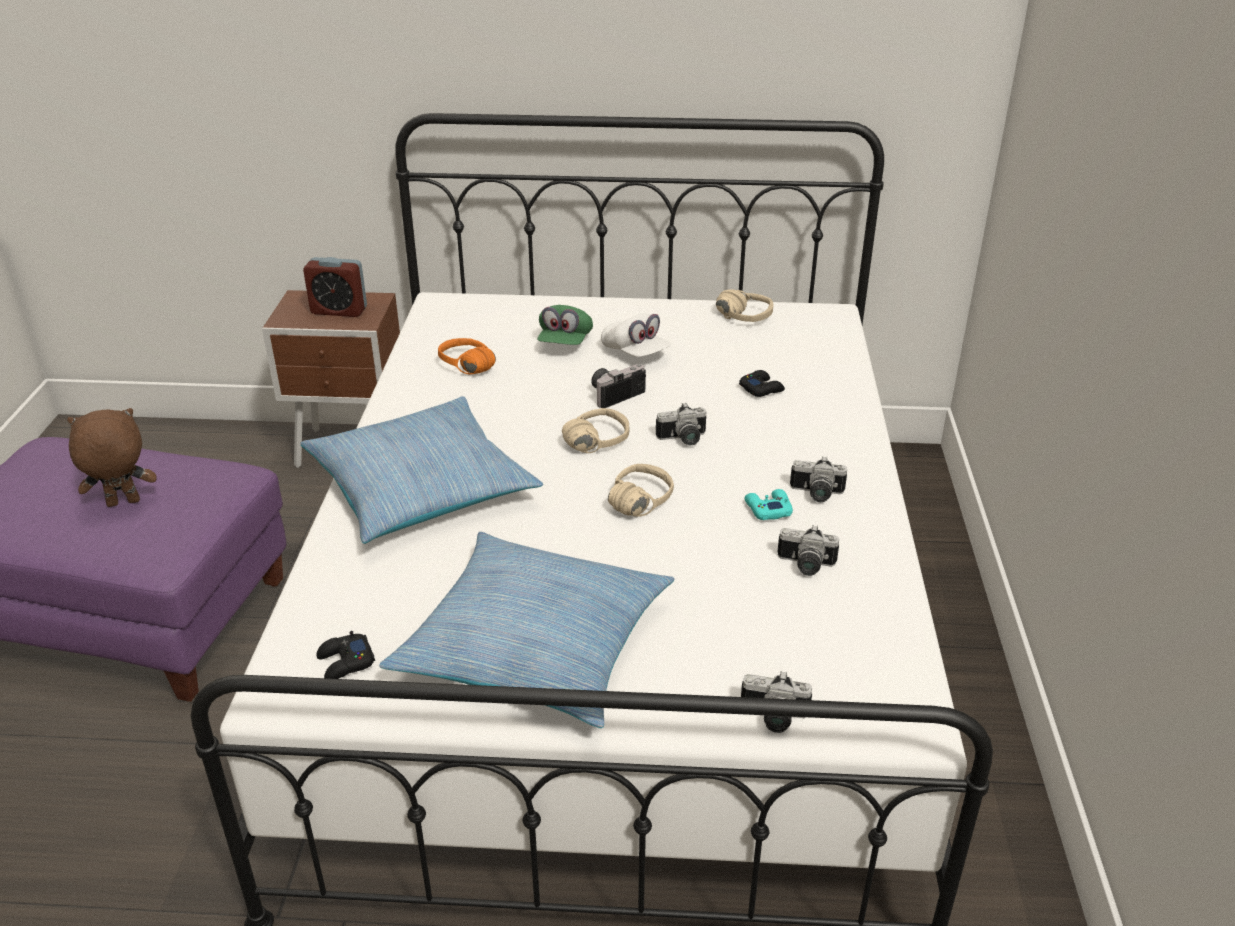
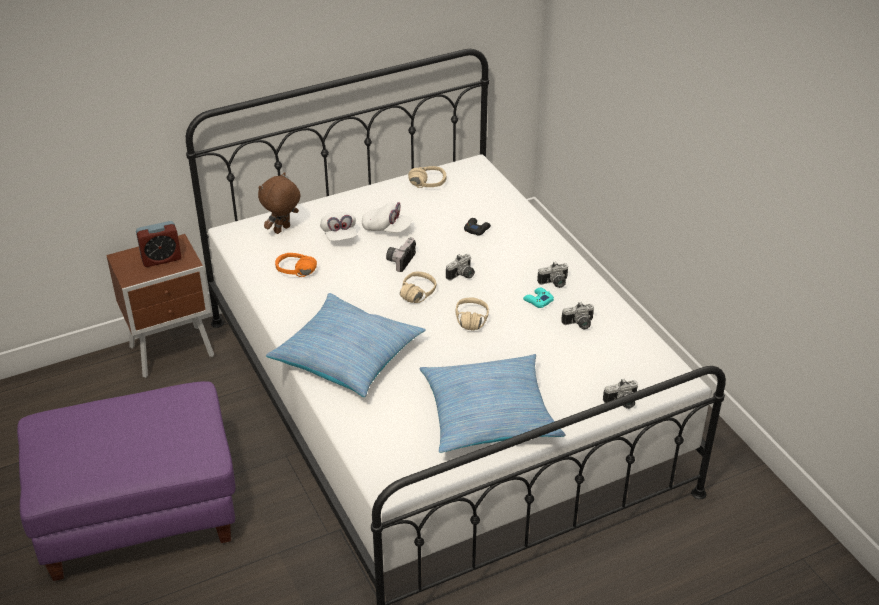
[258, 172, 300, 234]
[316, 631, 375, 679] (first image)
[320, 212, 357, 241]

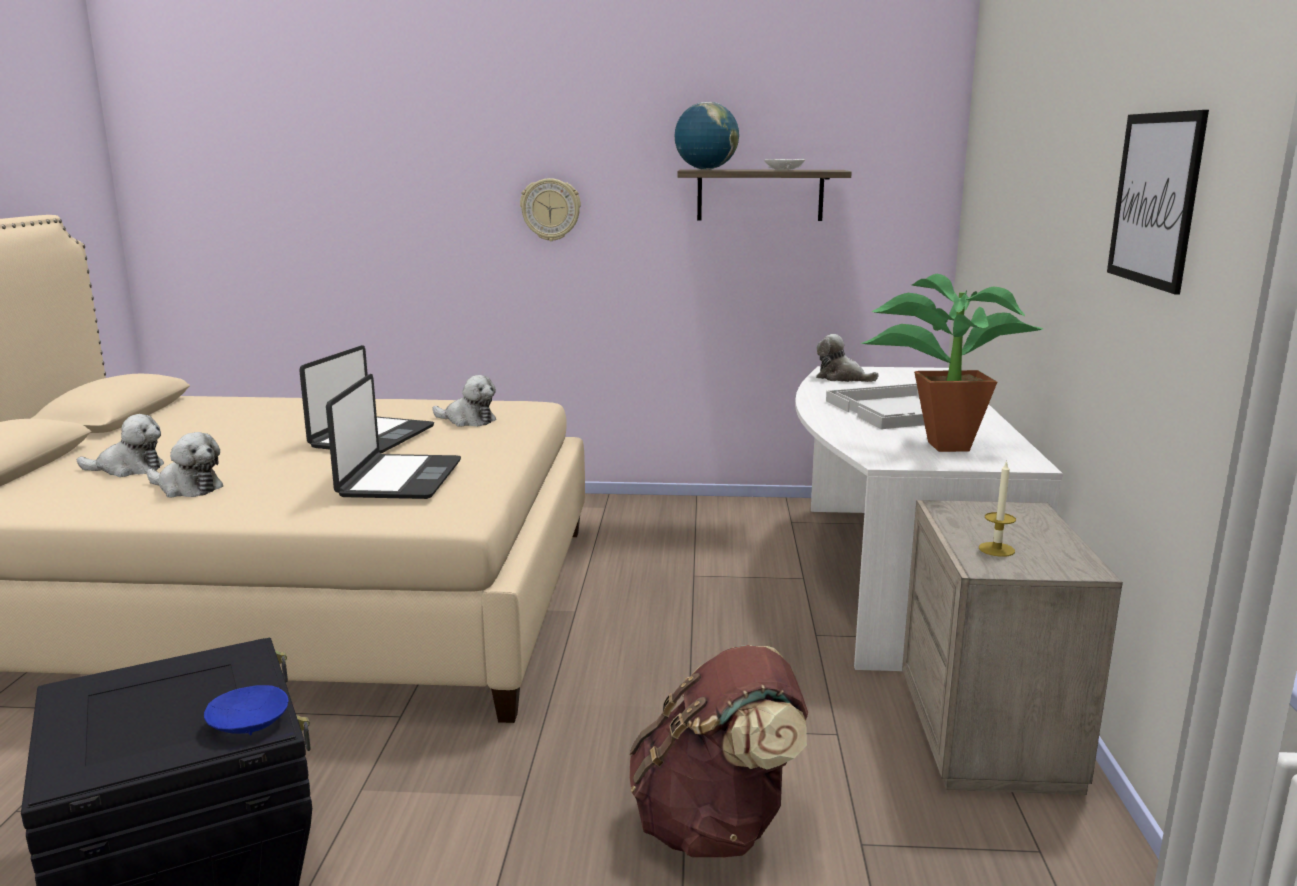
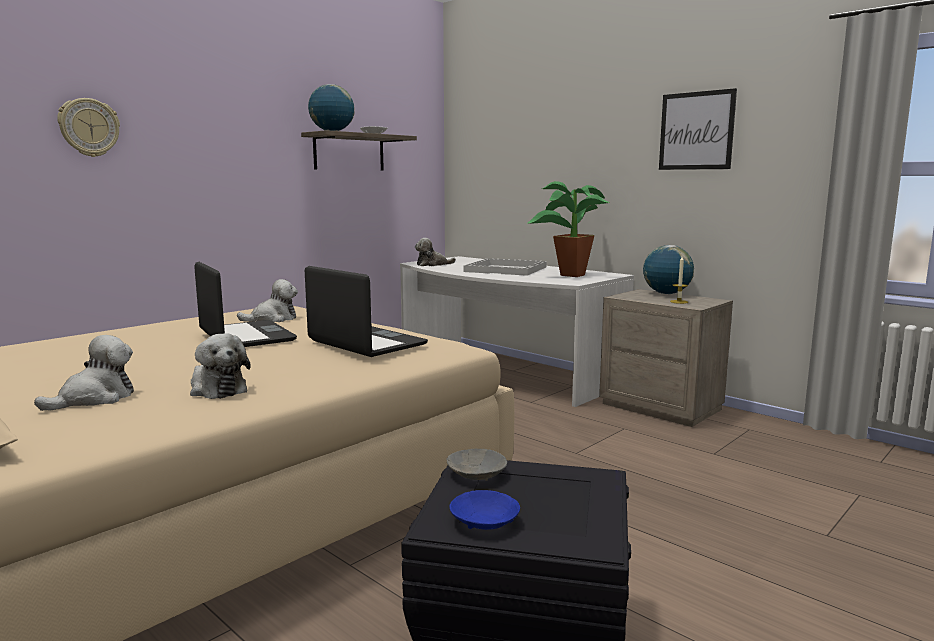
[190, 334, 251, 399]
[449, 490, 520, 530]
[57, 98, 120, 157]
[629, 645, 808, 858] (first image)
[447, 449, 507, 481]
[643, 245, 694, 294]

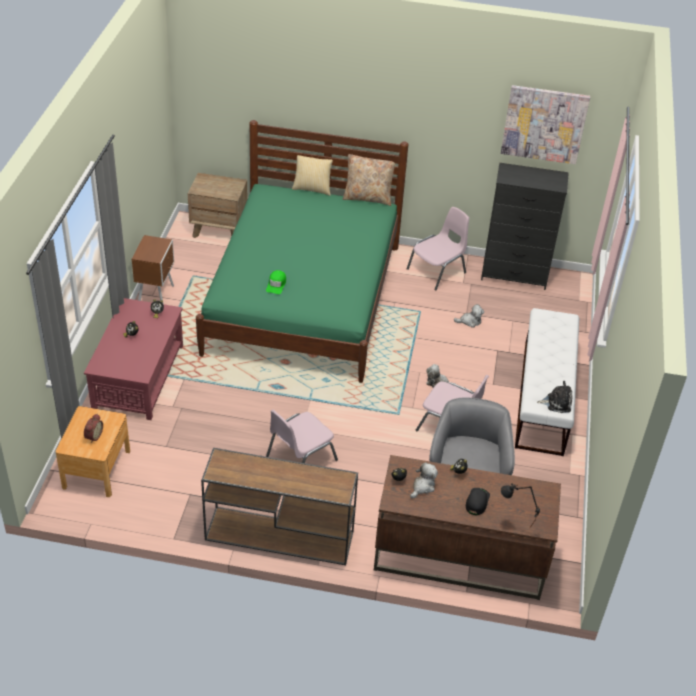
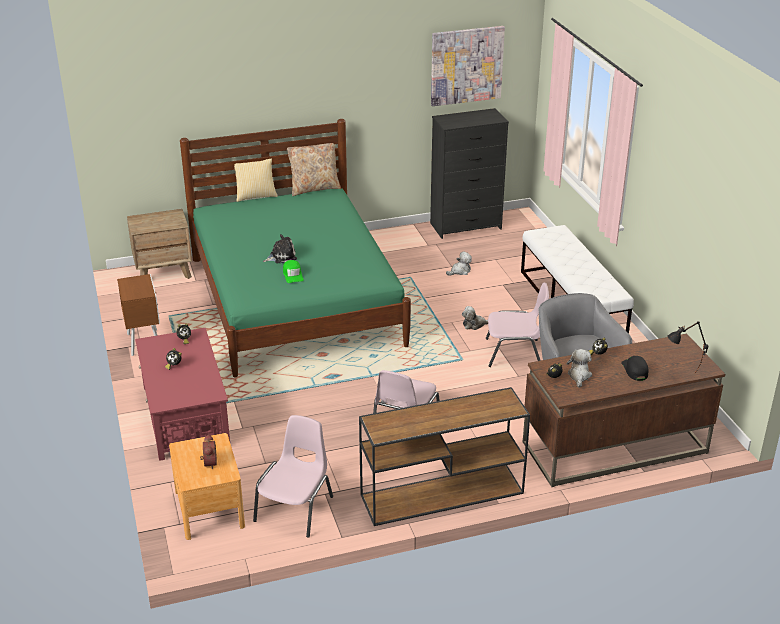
[253, 415, 333, 538]
[263, 234, 297, 263]

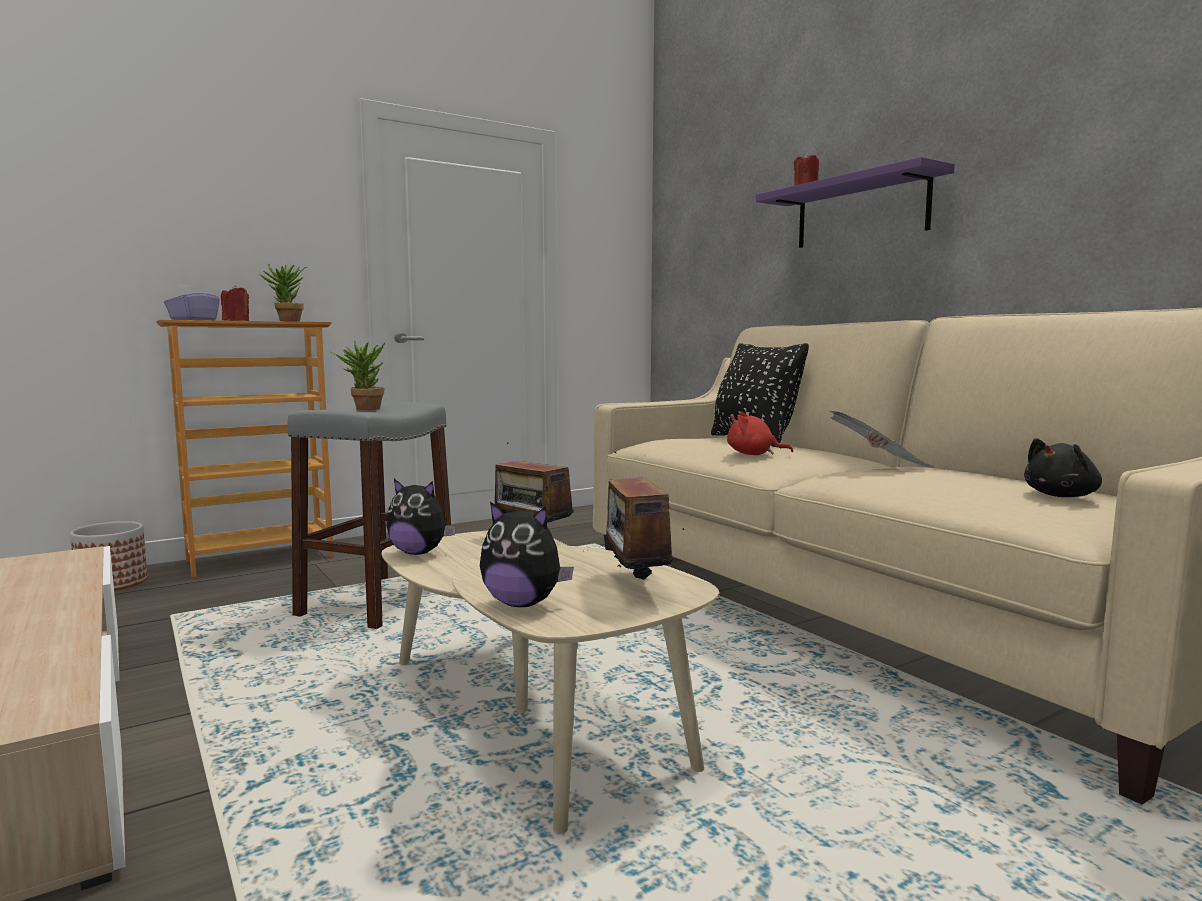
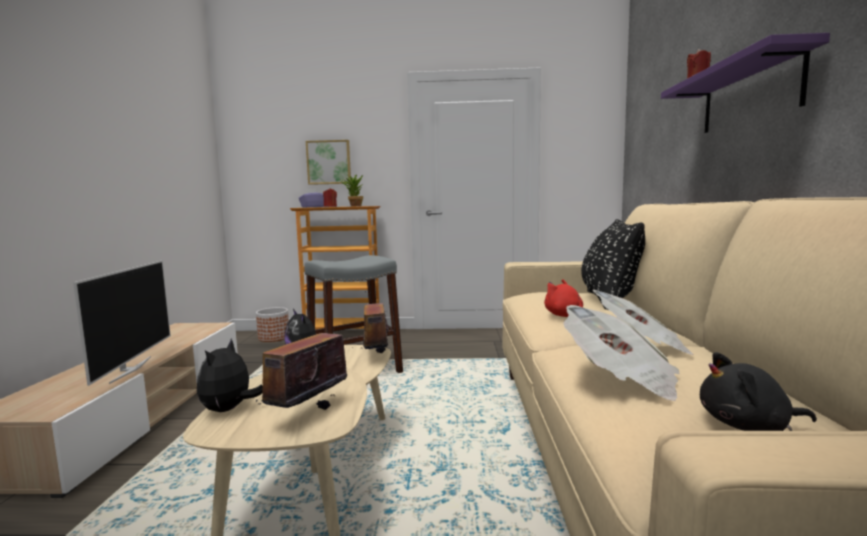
[331, 341, 385, 410] (first image)
[197, 339, 263, 412]
[73, 261, 171, 386]
[306, 140, 351, 185]
[563, 305, 680, 401]

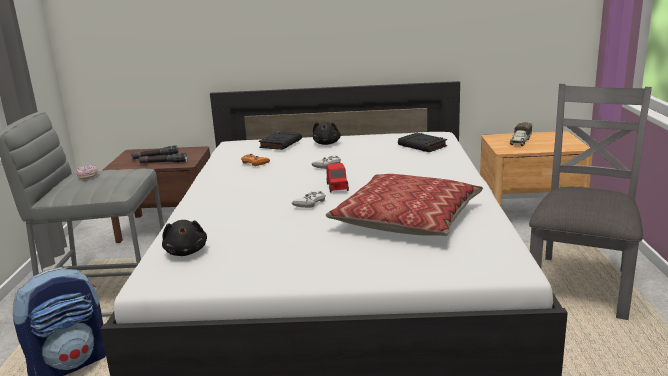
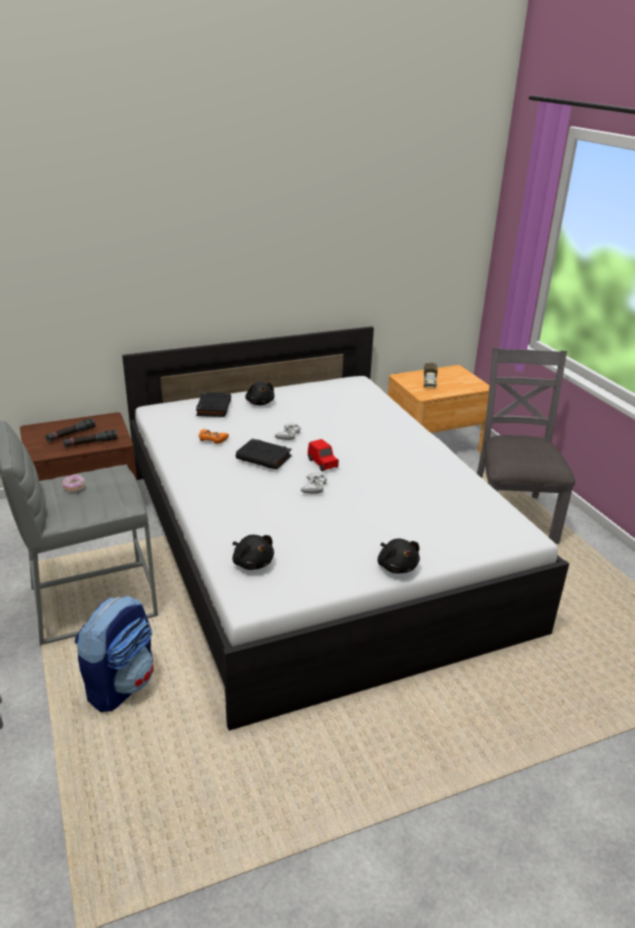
[326, 174, 483, 236] (first image)
[236, 439, 292, 470]
[378, 538, 420, 573]

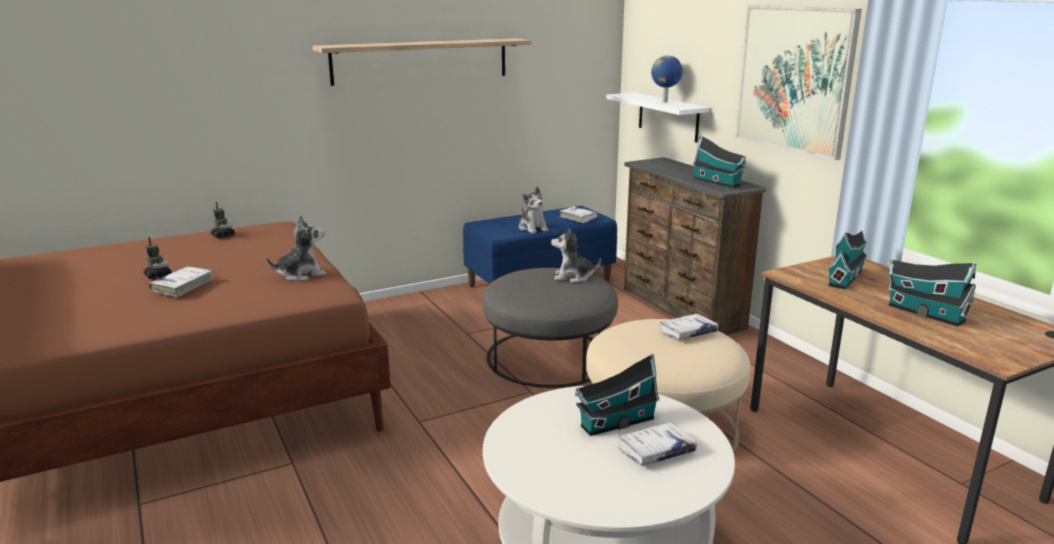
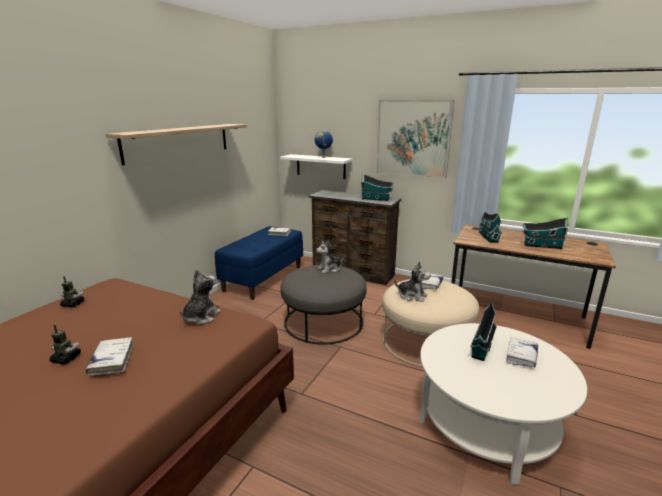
[394, 261, 431, 302]

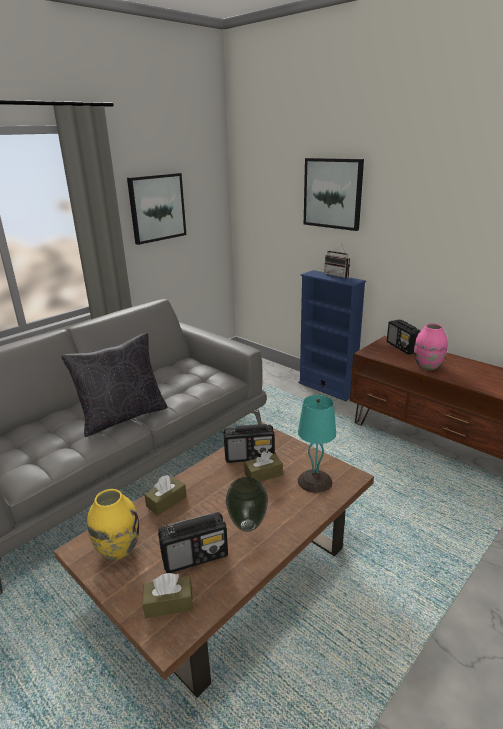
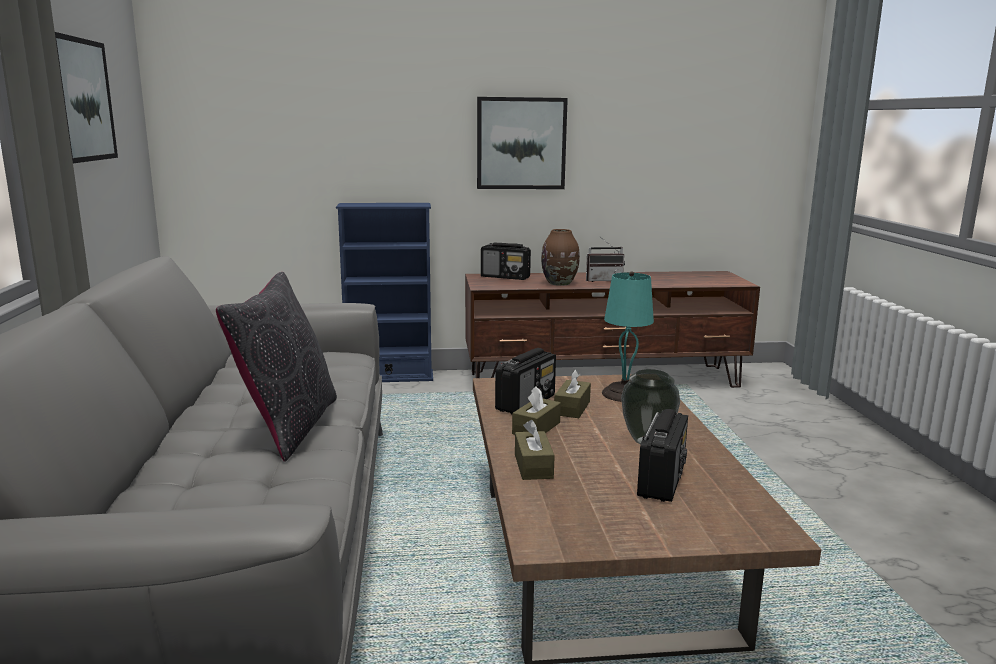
[87, 489, 139, 560] (first image)
[512, 386, 561, 435]
[477, 97, 568, 189]
[586, 238, 625, 282]
[541, 229, 580, 286]

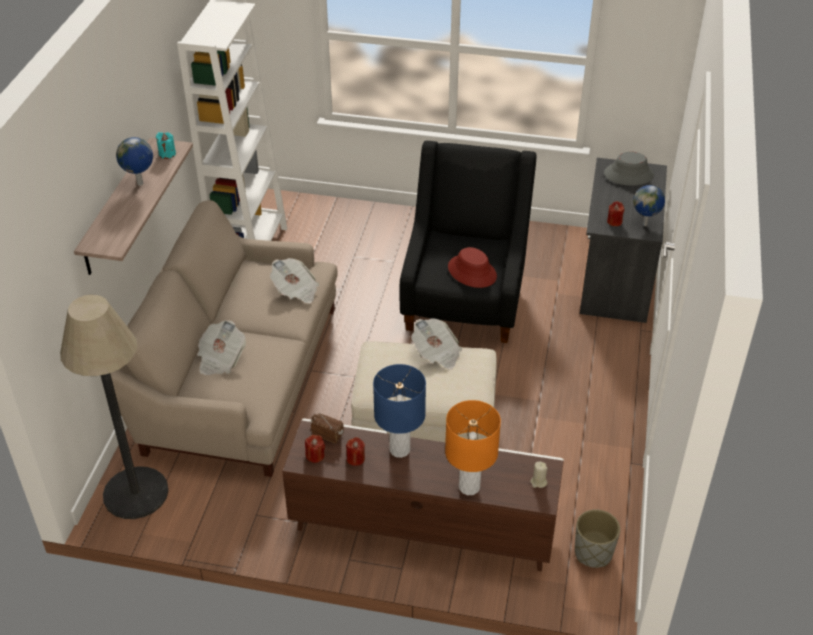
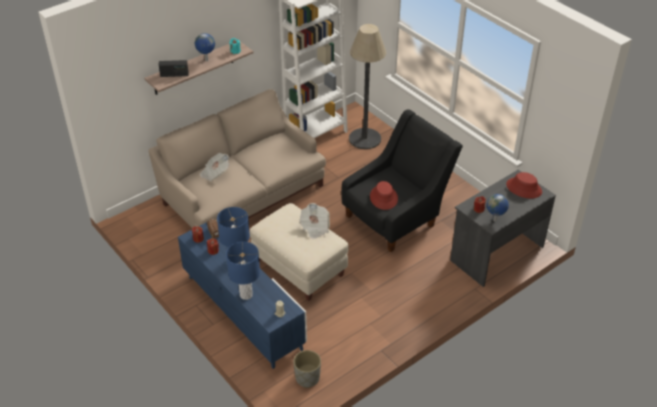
[349, 24, 386, 149]
[270, 258, 319, 304] (first image)
[178, 222, 307, 369]
[226, 242, 260, 300]
[506, 172, 542, 199]
[158, 60, 189, 77]

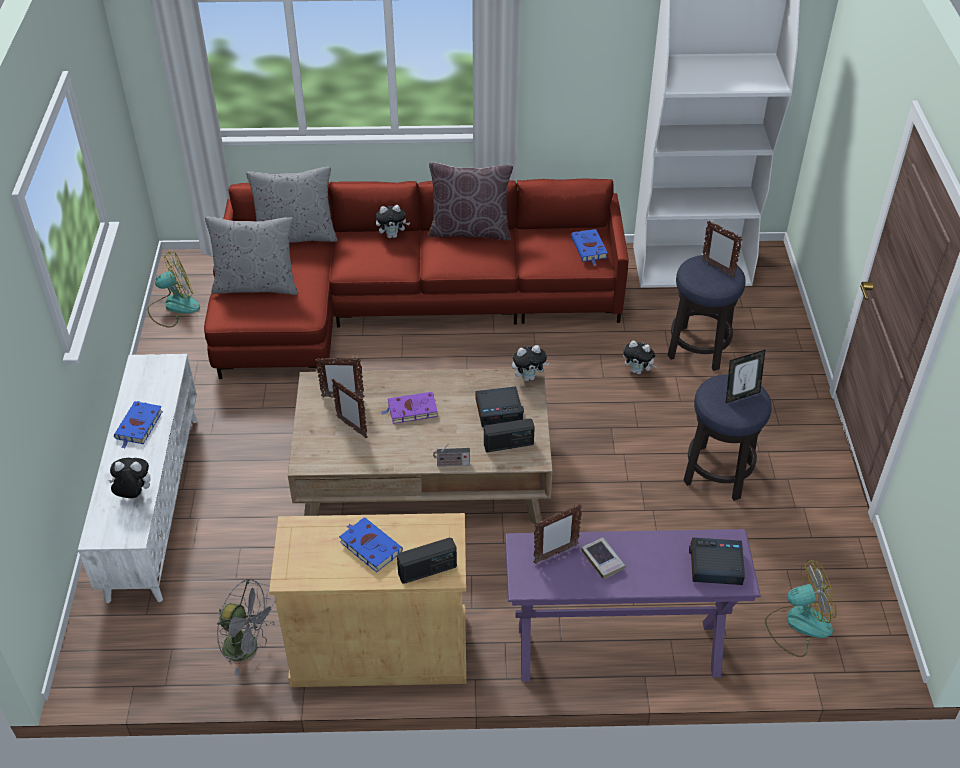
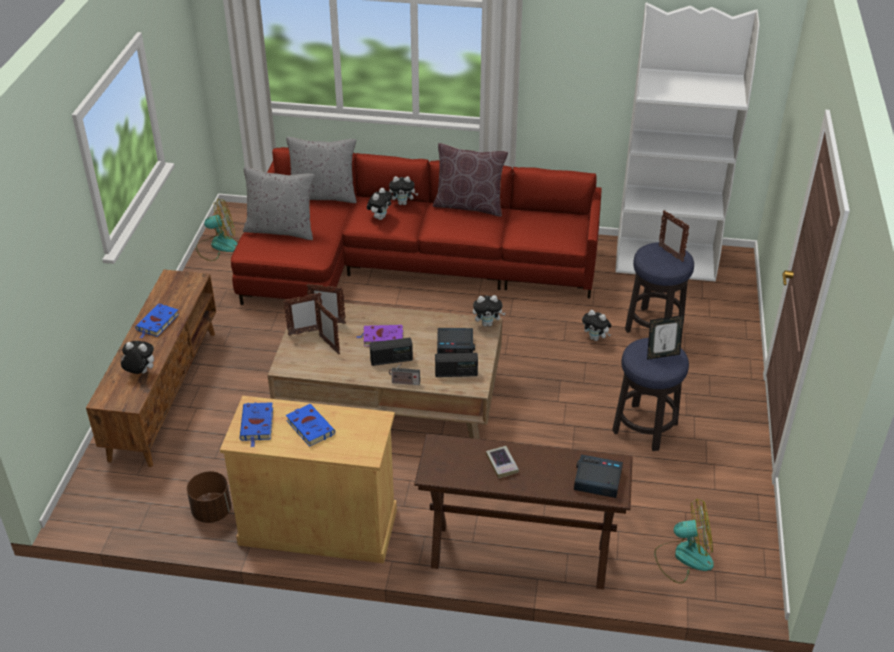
[86, 270, 216, 467]
[187, 471, 231, 523]
[370, 338, 413, 366]
[414, 434, 633, 589]
[283, 292, 322, 336]
[240, 402, 273, 447]
[367, 188, 392, 220]

